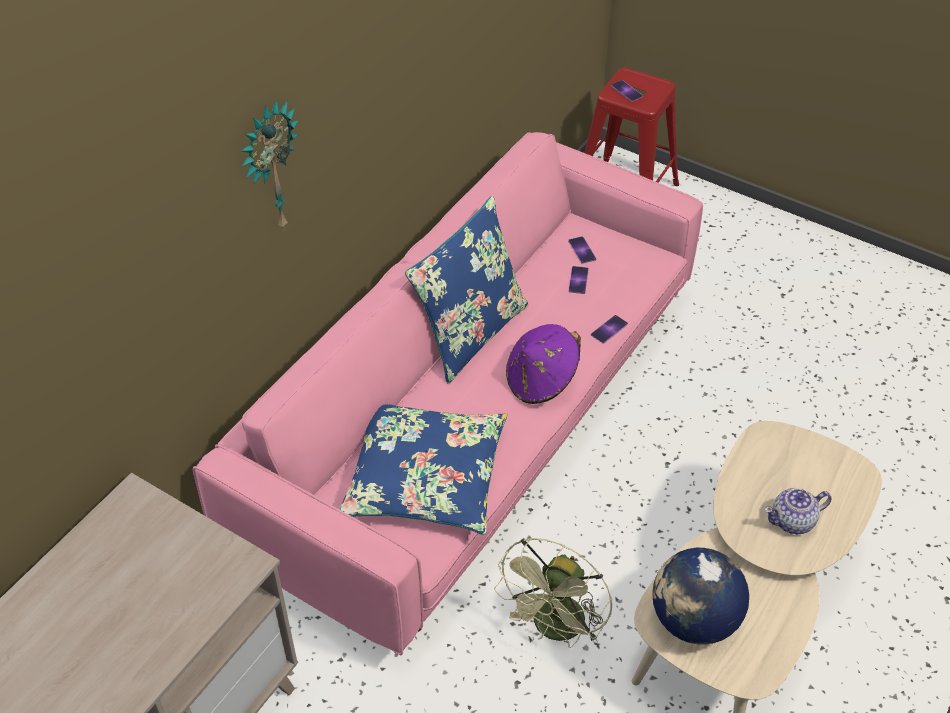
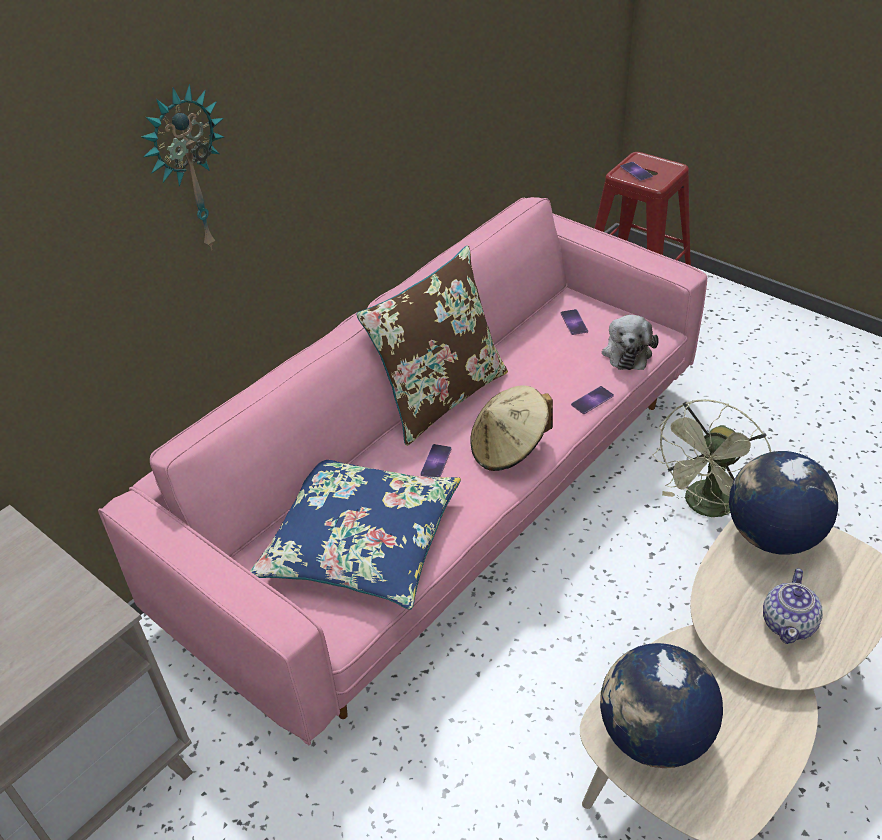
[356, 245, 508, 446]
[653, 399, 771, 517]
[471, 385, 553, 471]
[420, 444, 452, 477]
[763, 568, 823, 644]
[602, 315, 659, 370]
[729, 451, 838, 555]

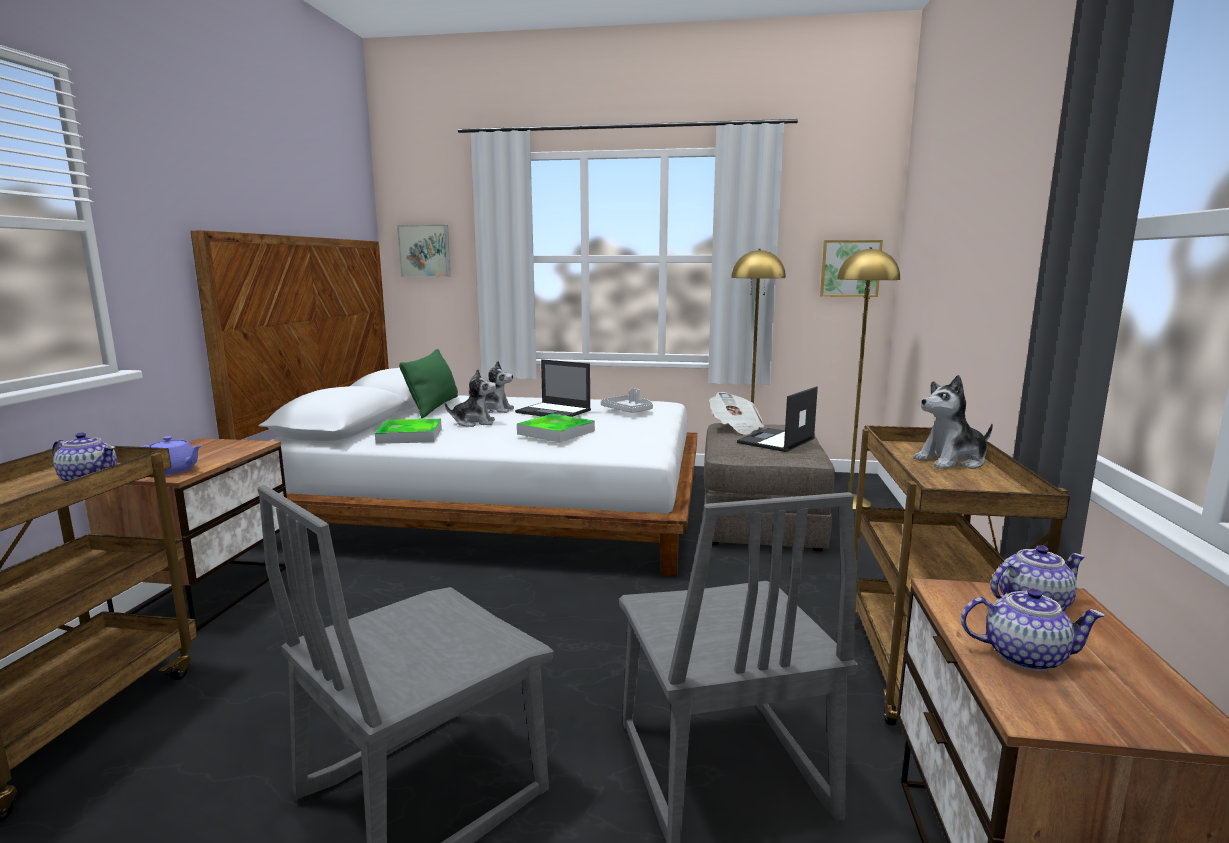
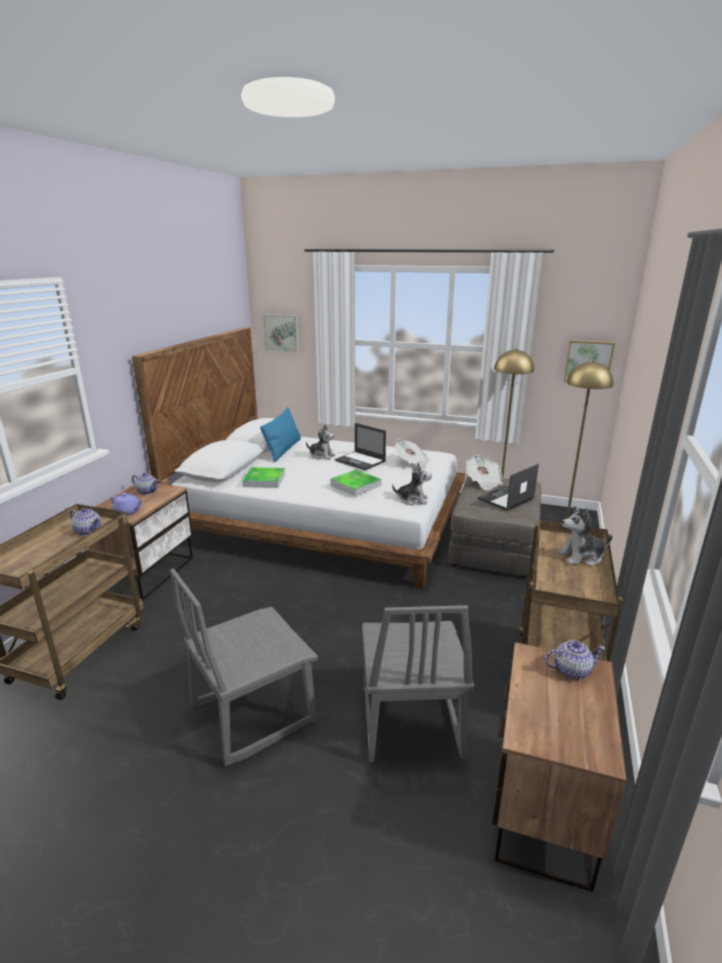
[260, 407, 301, 462]
[392, 462, 432, 505]
[394, 439, 429, 469]
[132, 473, 159, 495]

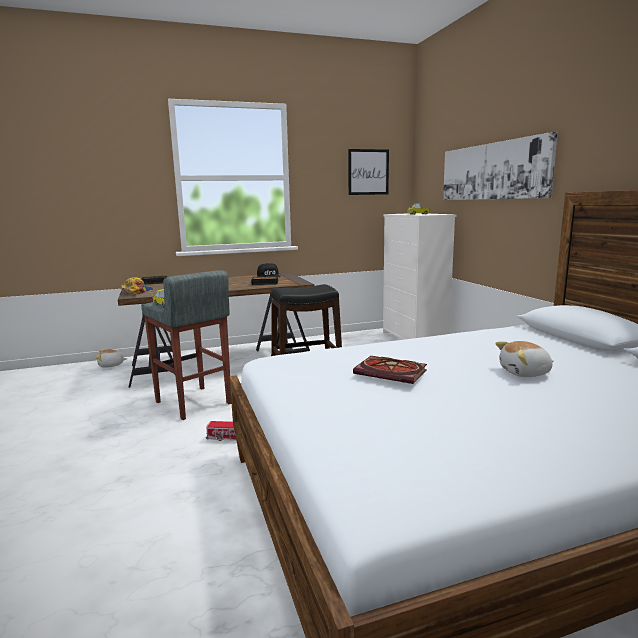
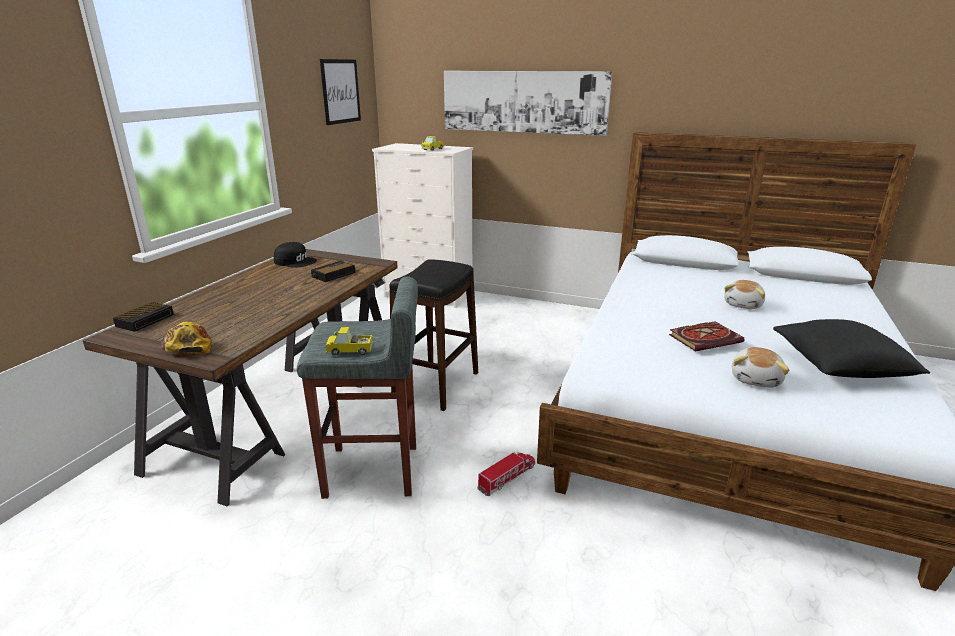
[732, 347, 789, 388]
[773, 319, 930, 378]

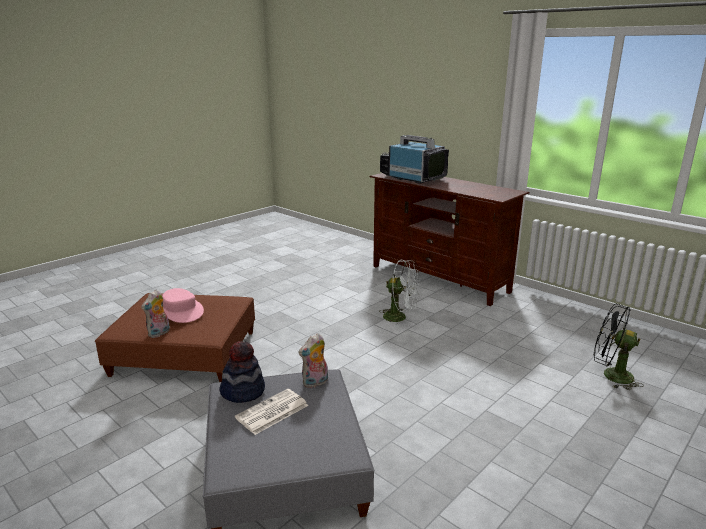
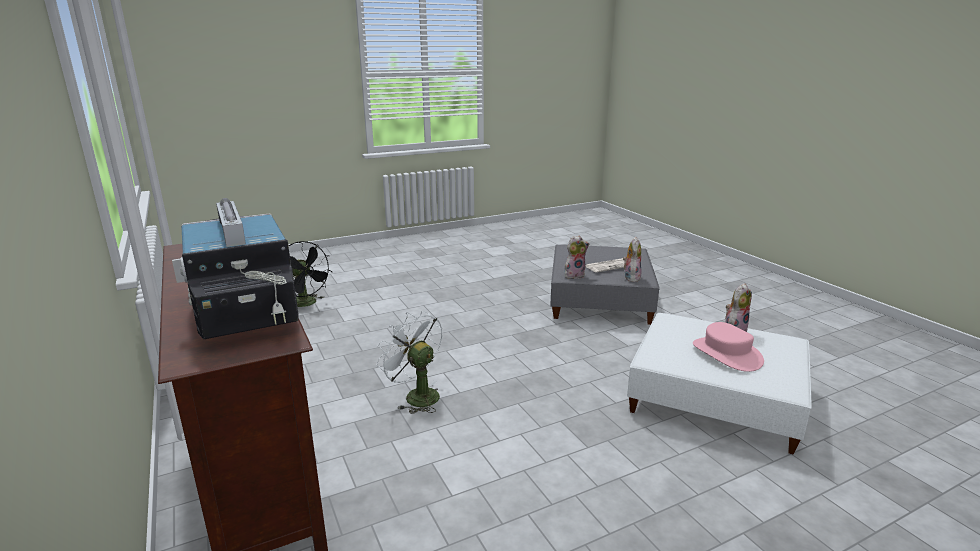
[627, 313, 812, 455]
[623, 237, 642, 282]

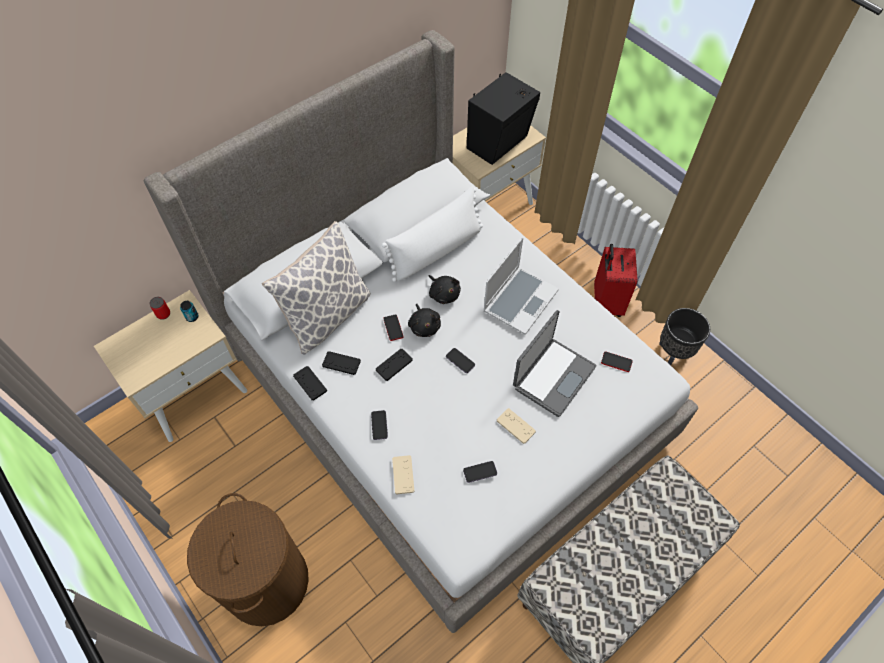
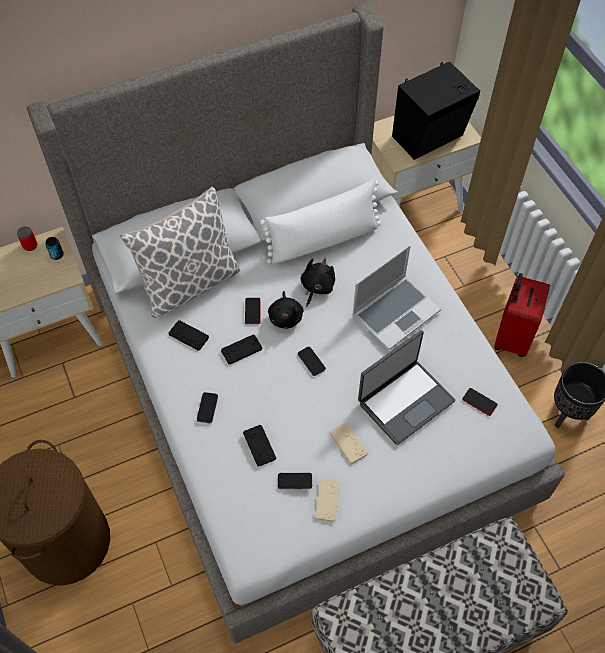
[243, 425, 276, 466]
[314, 479, 341, 522]
[301, 258, 335, 307]

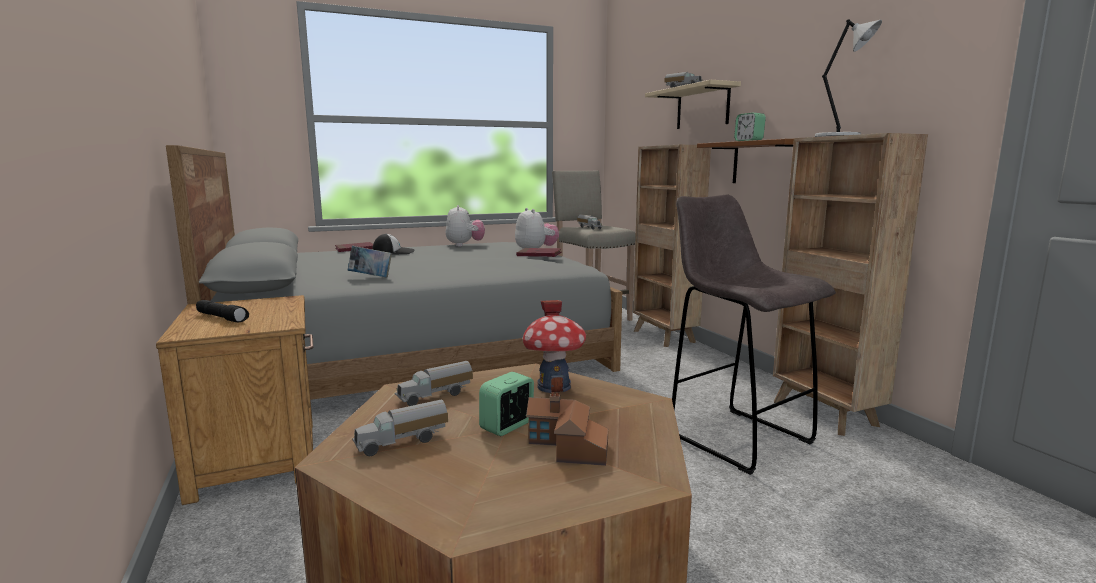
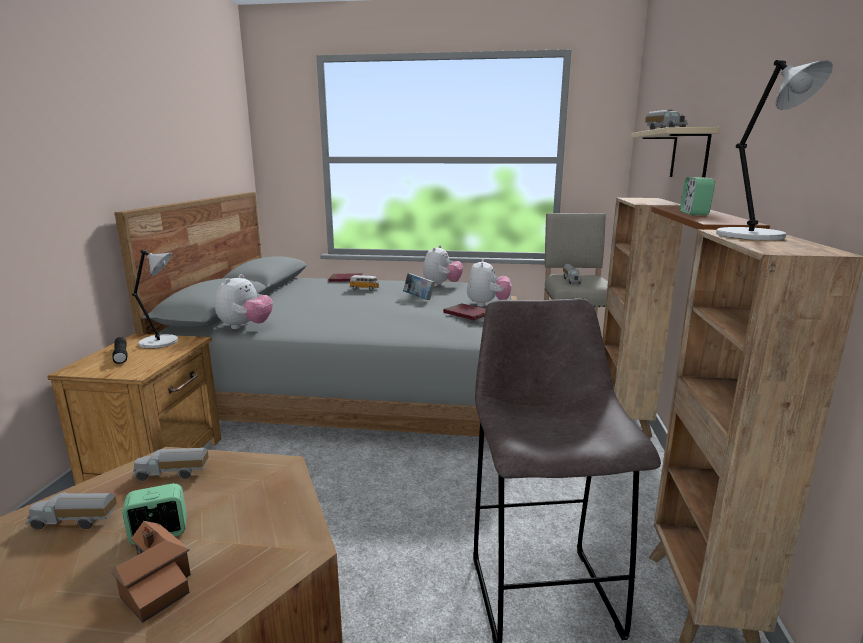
[403, 273, 435, 300]
[350, 275, 380, 291]
[523, 300, 586, 393] (first image)
[132, 249, 178, 349]
[215, 274, 273, 329]

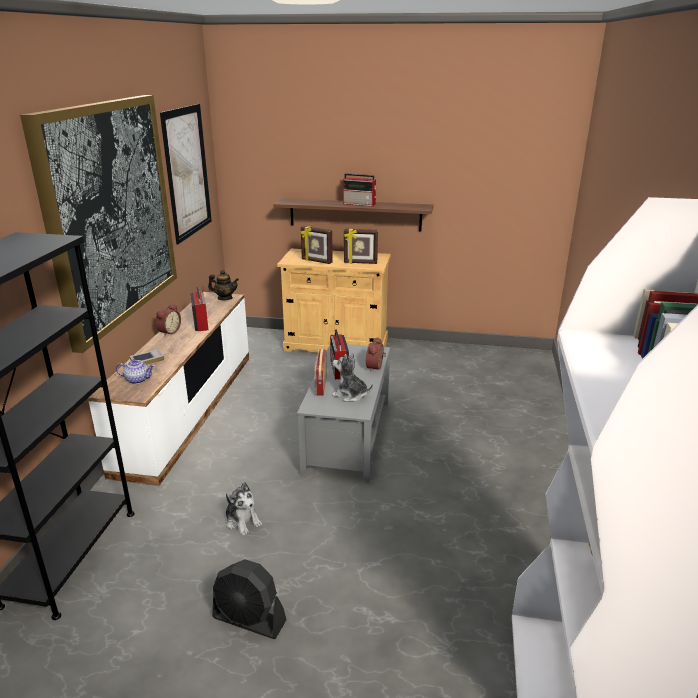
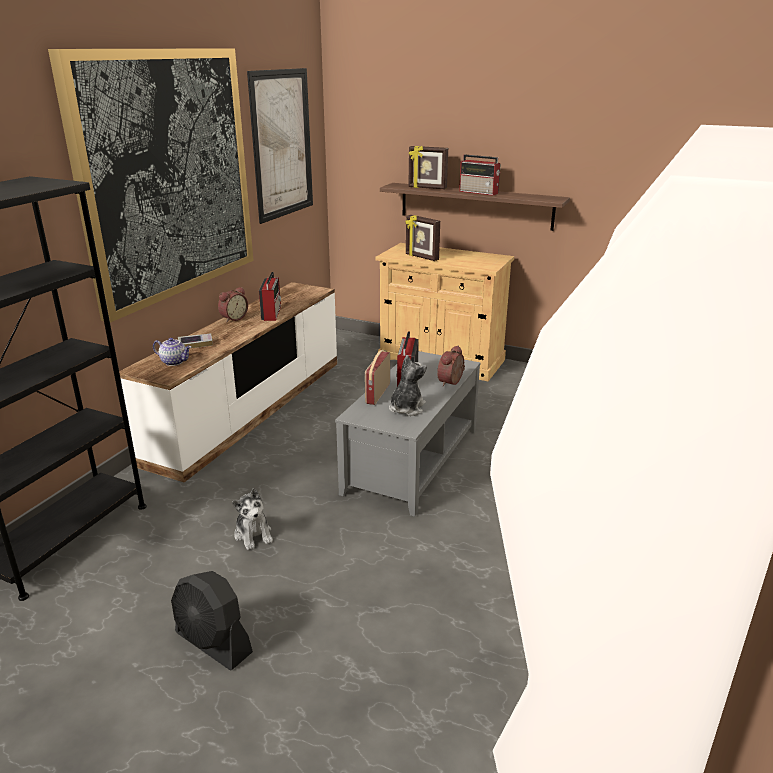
[208, 270, 239, 300] (first image)
[389, 355, 427, 416]
[408, 146, 448, 189]

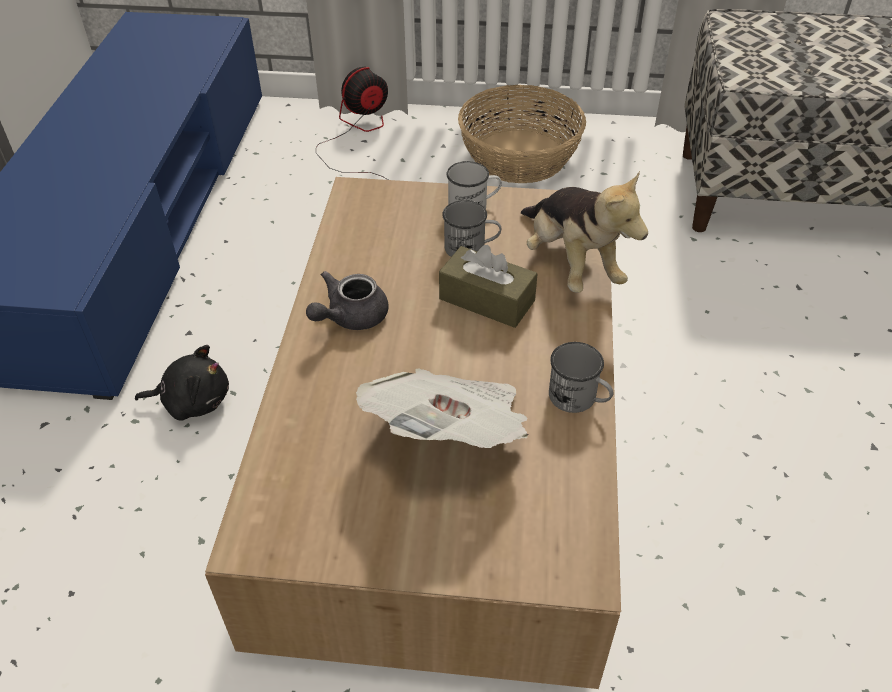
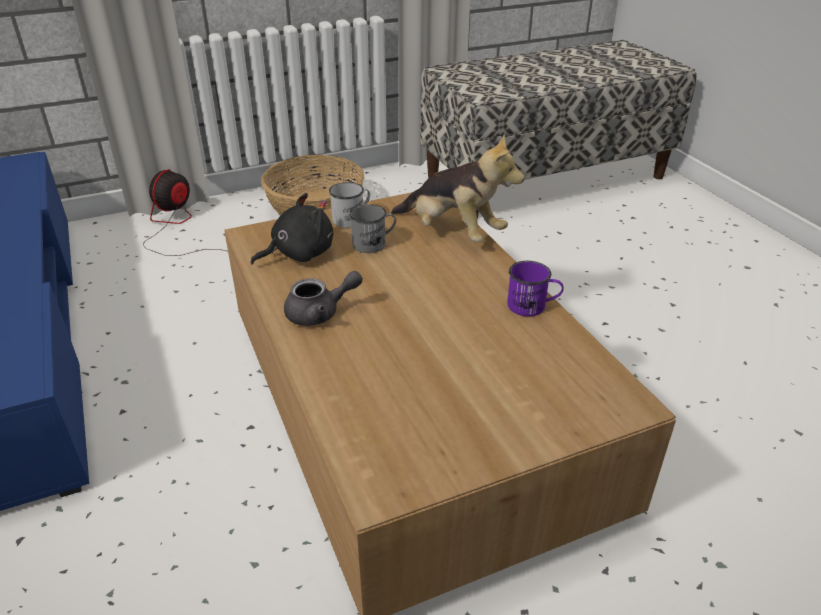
[250, 193, 333, 265]
[284, 271, 363, 326]
[356, 368, 529, 448] (first image)
[439, 245, 538, 328] (first image)
[507, 261, 564, 316]

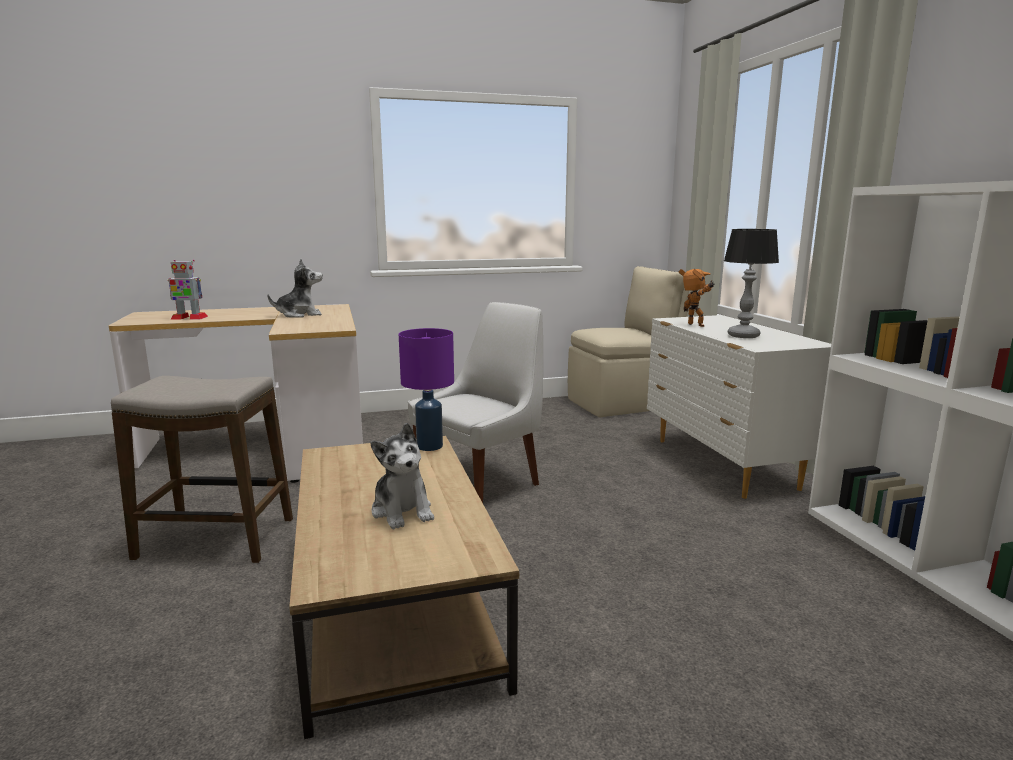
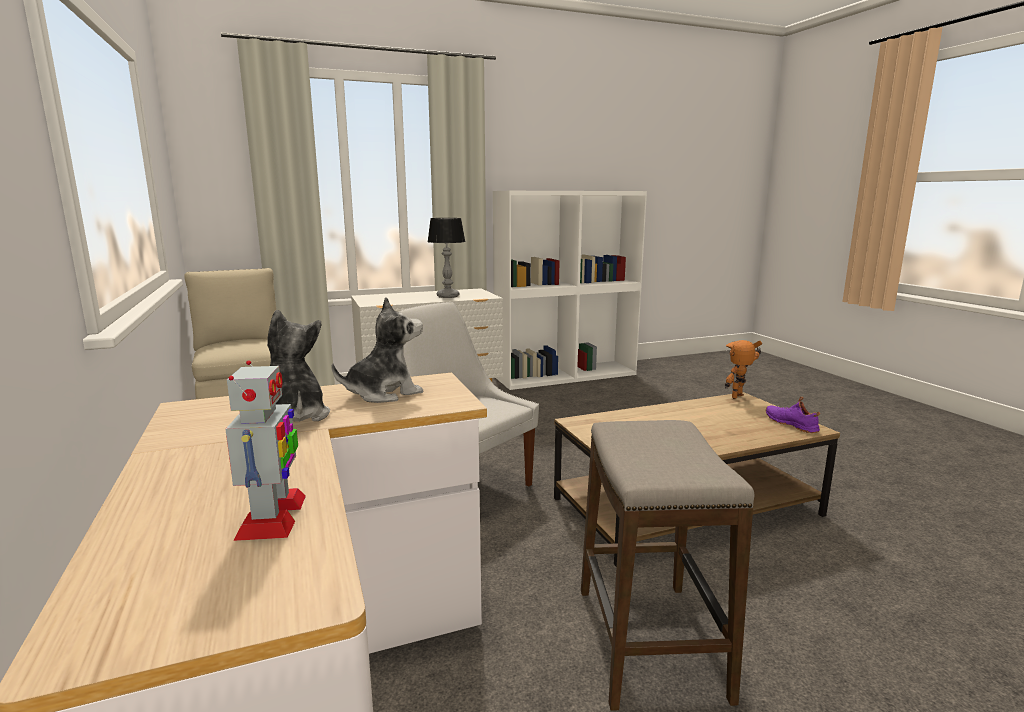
[332, 297, 424, 403]
[399, 328, 454, 451] (first image)
[725, 340, 762, 399]
[766, 397, 820, 433]

